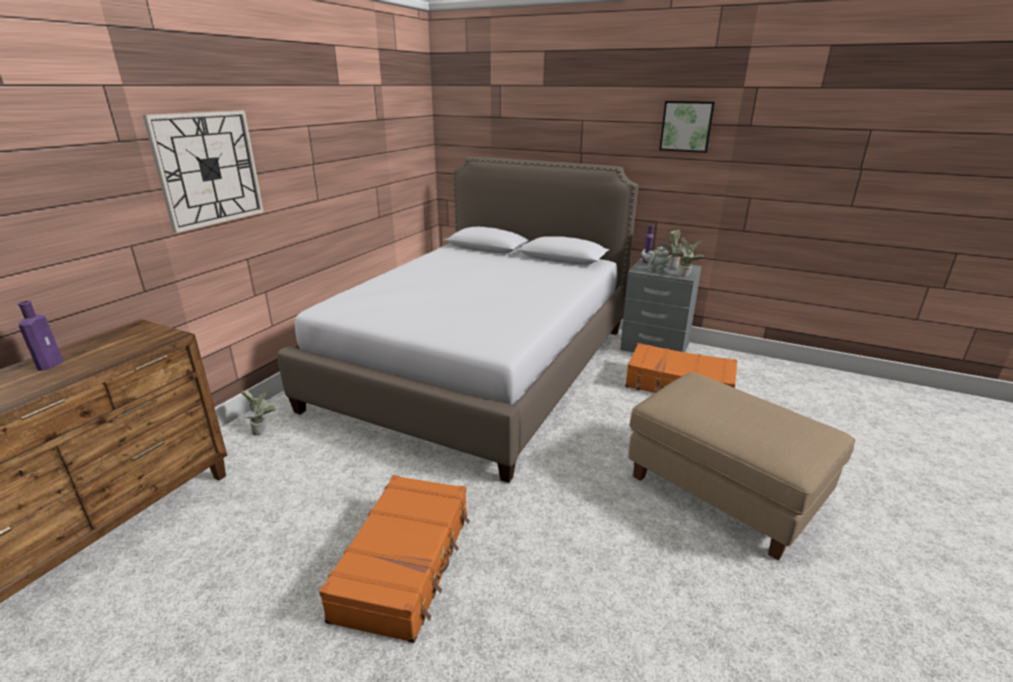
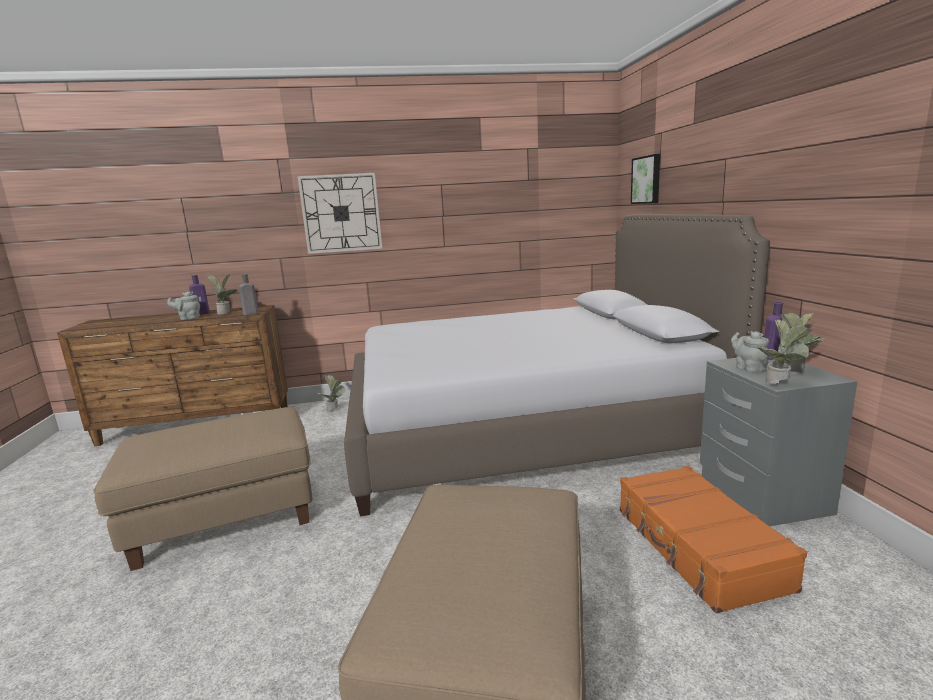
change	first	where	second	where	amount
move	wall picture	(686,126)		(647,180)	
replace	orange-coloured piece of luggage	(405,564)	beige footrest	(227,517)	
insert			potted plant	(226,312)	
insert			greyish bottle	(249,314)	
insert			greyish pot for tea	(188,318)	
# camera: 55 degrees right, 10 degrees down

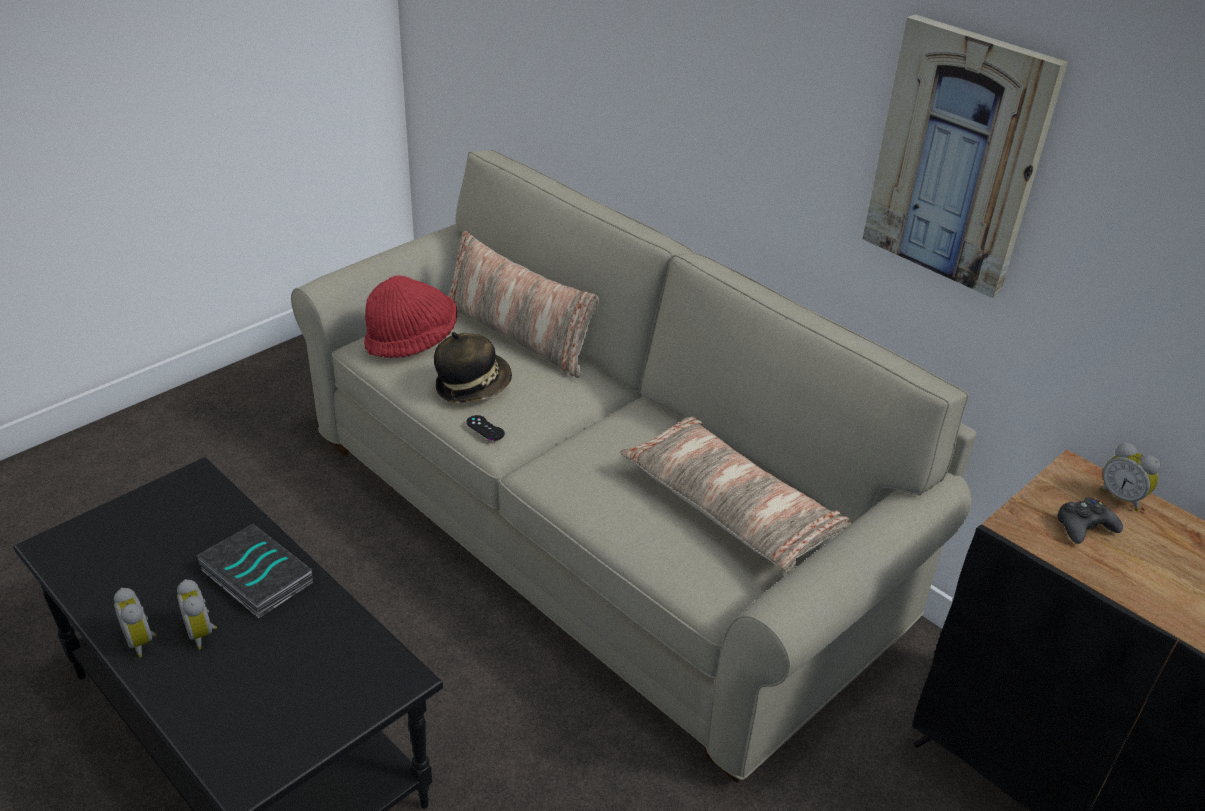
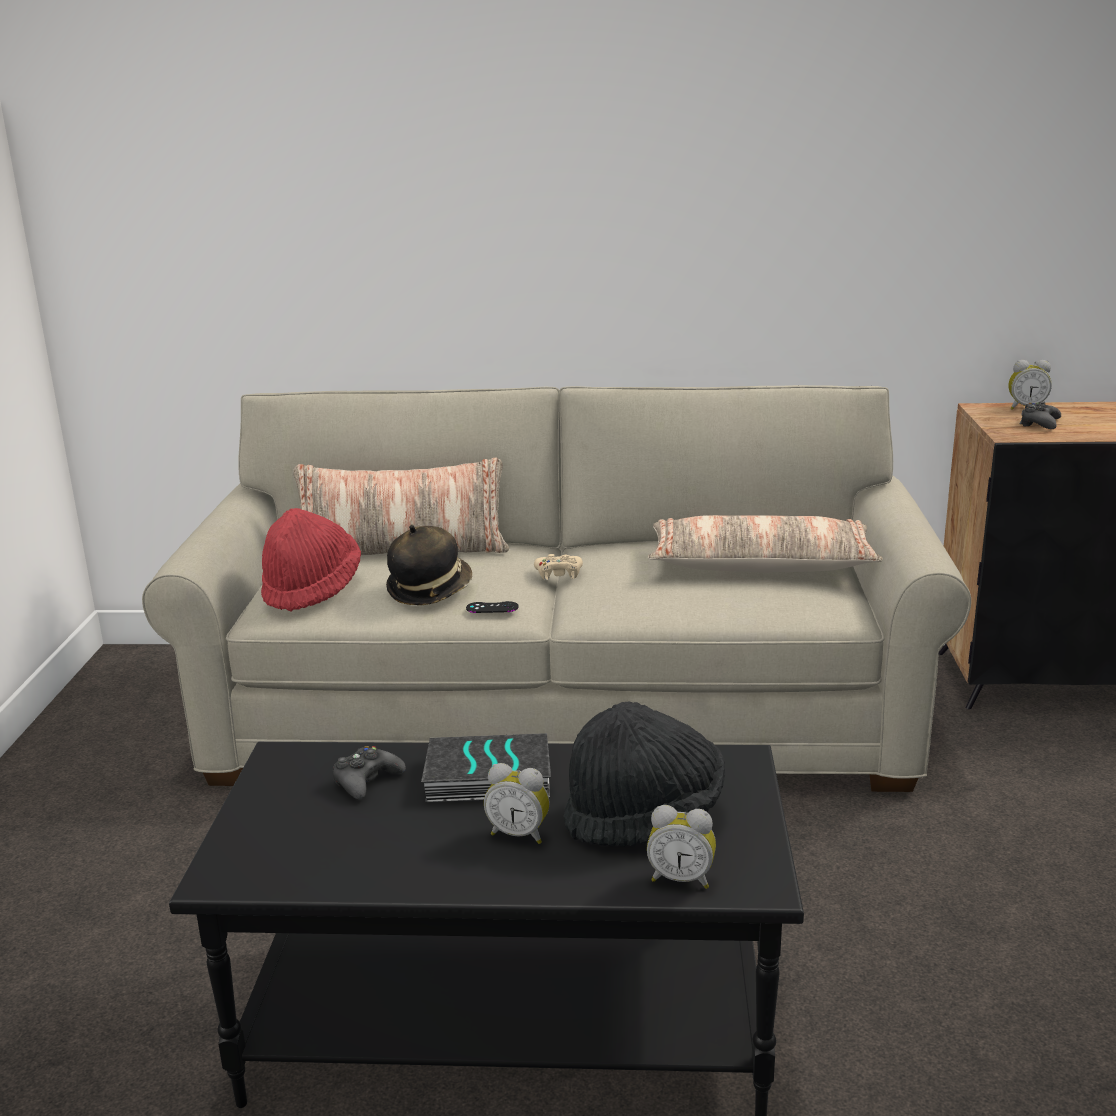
change	first	where	second	where	amount
delete	wall picture	(958,157)			
move	bedside clock	(142,641)		(681,878)	
insert			beige gamepad	(559,574)	
insert			black-coloured wearable hat	(644,817)	
insert			black-coloured gamepad	(366,780)	
# camera: 40 degrees left, 15 degrees down

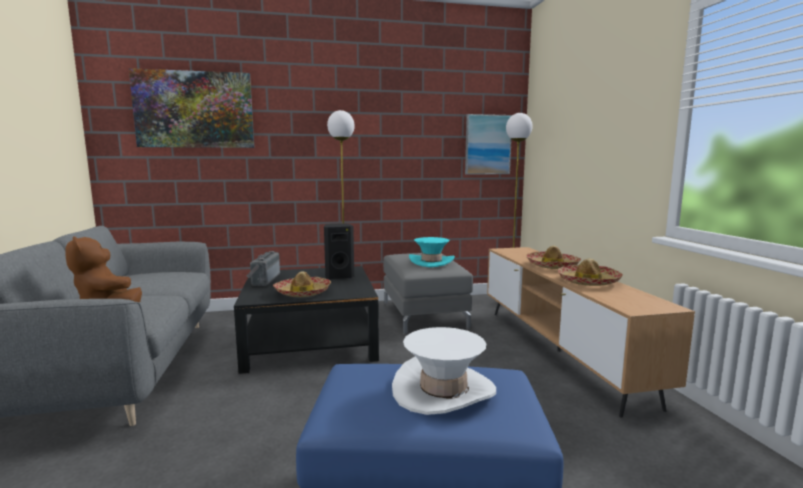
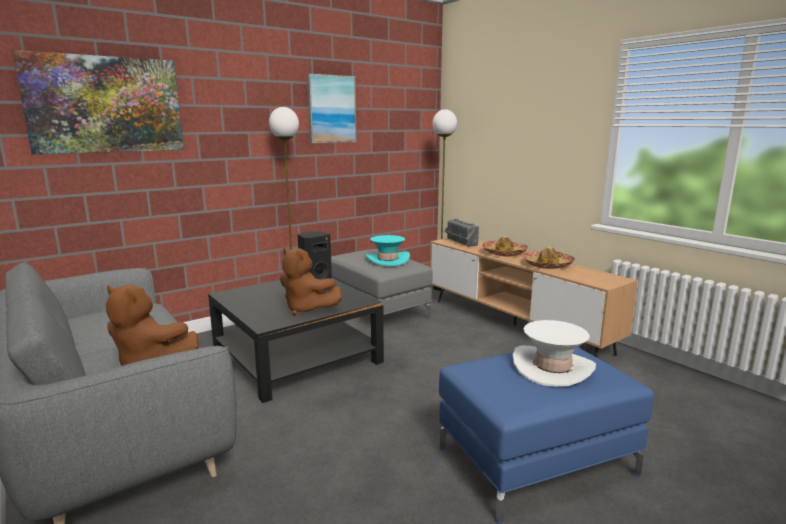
change	first	where	second	where	amount
move	wall picture	(487,144)		(331,109)	
move	radio set	(263,279)		(460,242)	
replace	wearable hat	(303,293)	brown-coloured plush toy	(307,309)	
# camera: 25 degrees left, 5 degrees up

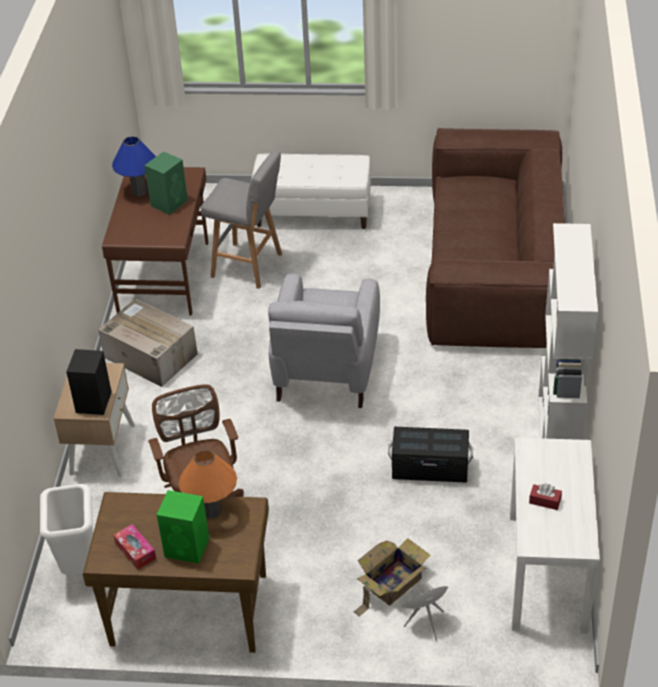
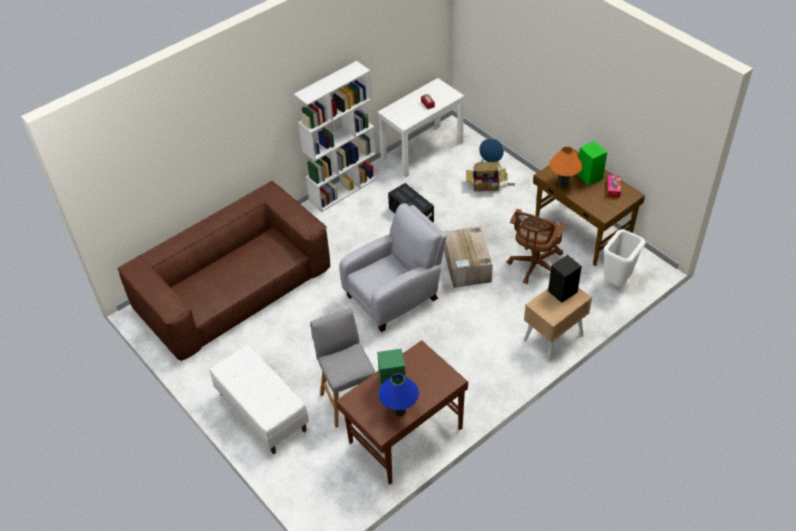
change	first	where	second	where	amount
move	cardboard box	(149,355)		(467,266)	
# camera: 135 degrees left, 5 degrees up

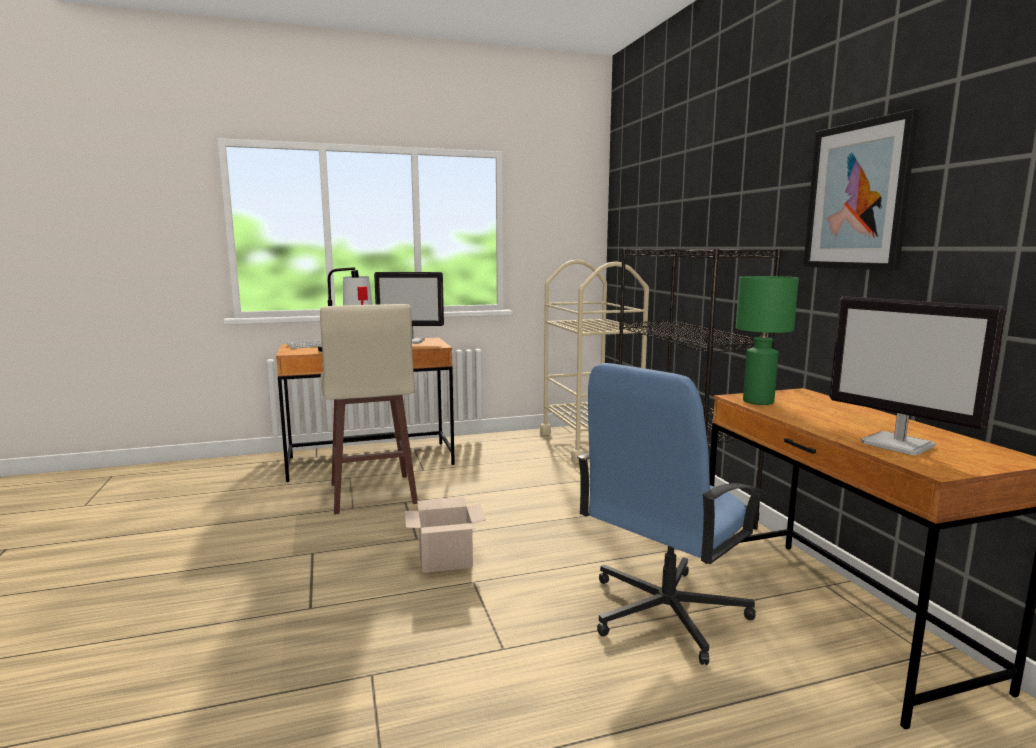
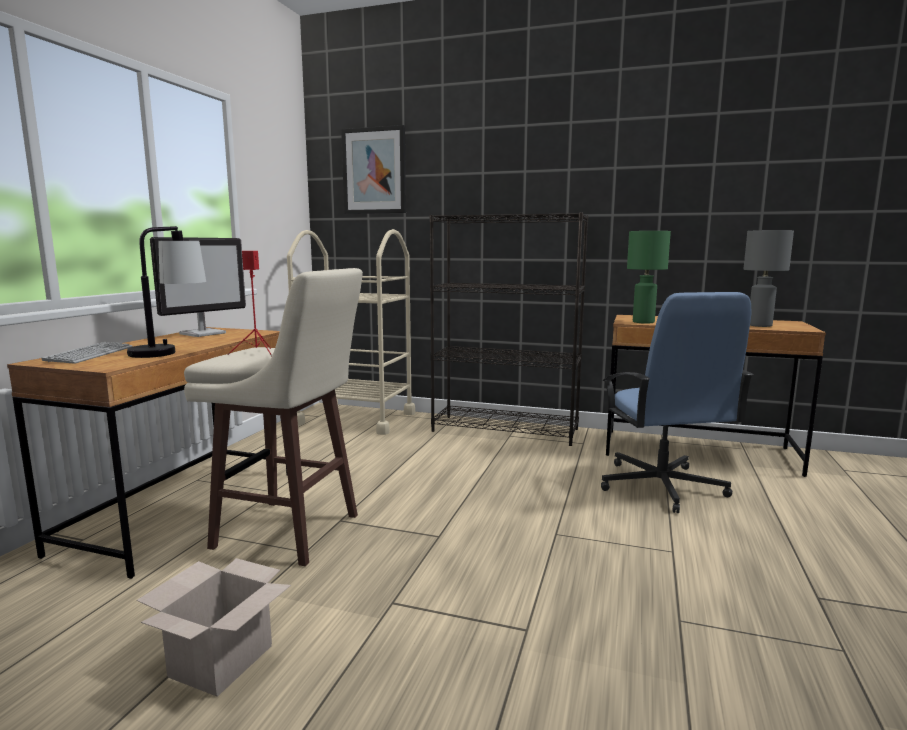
change	first	where	second	where	amount
move	wall picture	(857,196)		(374,171)	
replace	computer screen	(899,445)	greyish lamp for a table	(760,325)	
move	cardboard box	(447,559)		(222,659)	
# camera: 55 degrees left, 0 degrees up

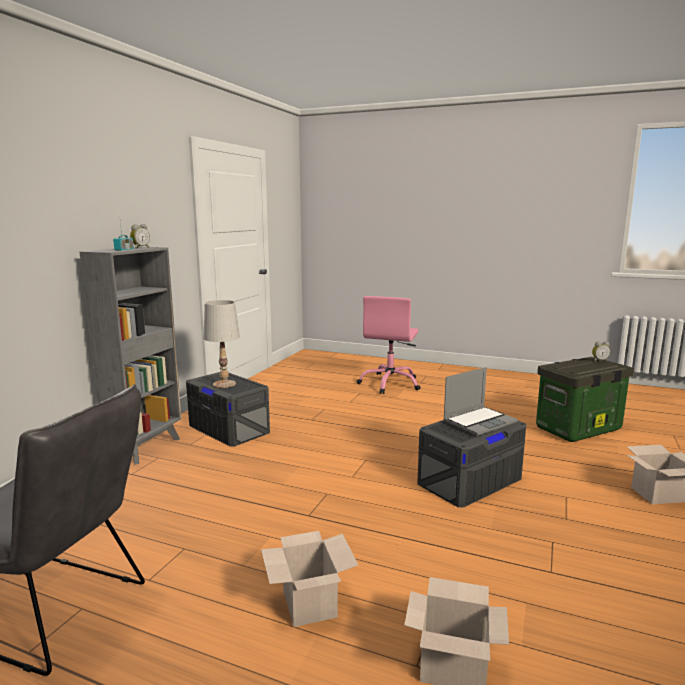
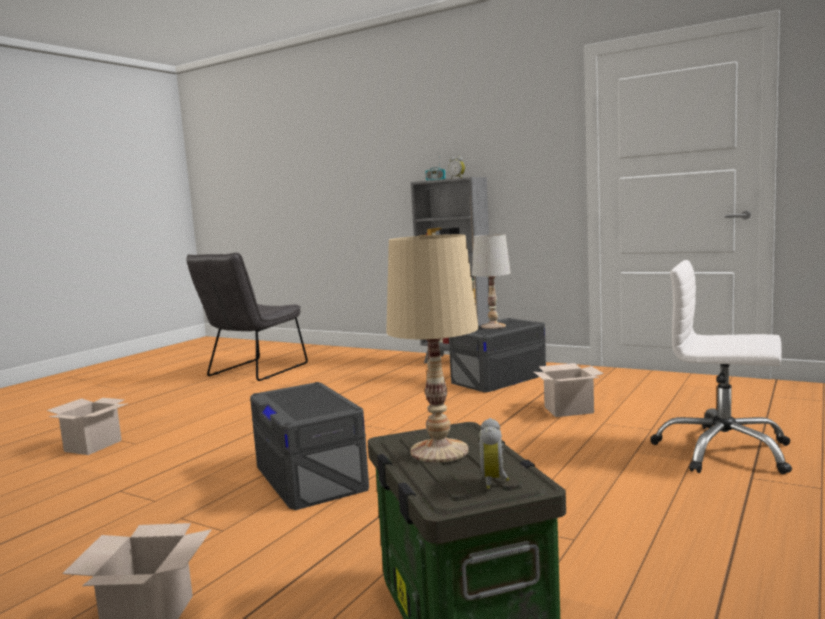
change	first	where	second	where	amount
recolor	pink desk chair	(390,384)	whitish desk chair	(723,451)	
delete	laptop	(479,422)			
move	cardboard box	(308,602)		(569,410)	
insert			beige lamp for a table	(439,451)	
# camera: 100 degrees right, 5 degrees down

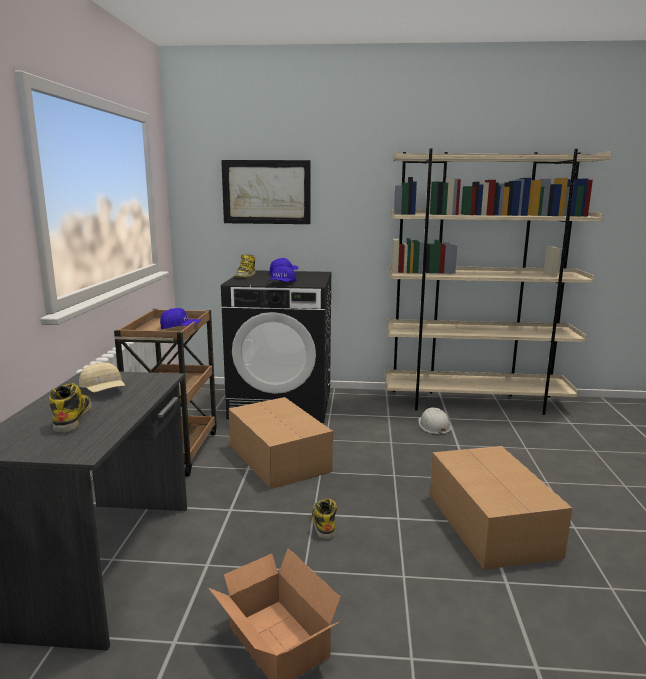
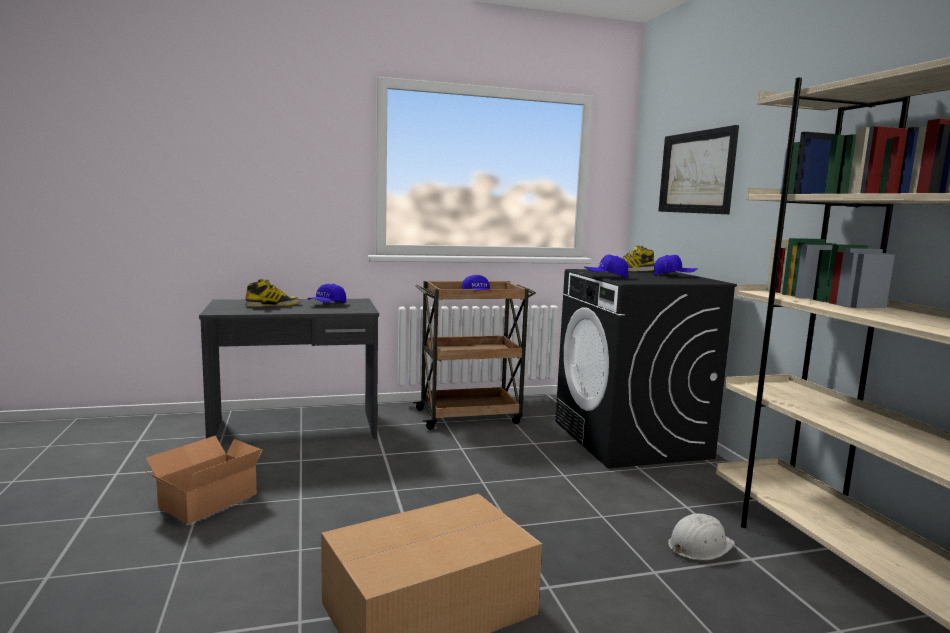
change	first	where	second	where	amount
recolor	beige baseball cap	(103,390)	blue-coloured baseball cap	(327,304)	
delete	cardboard box	(278,457)			
delete	boot	(323,522)			
# camera: 70 degrees right, 5 degrees down

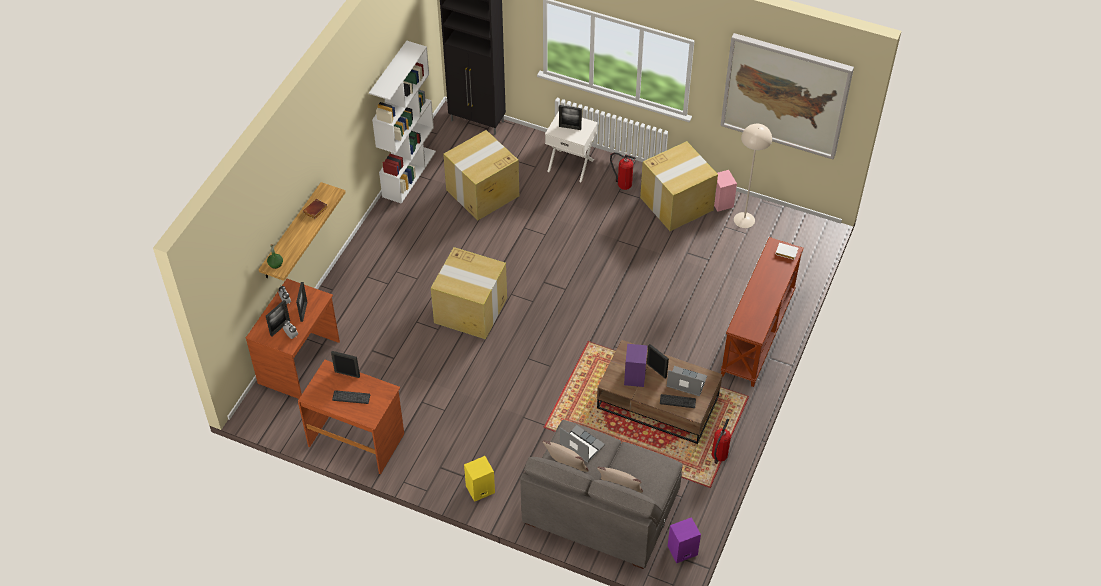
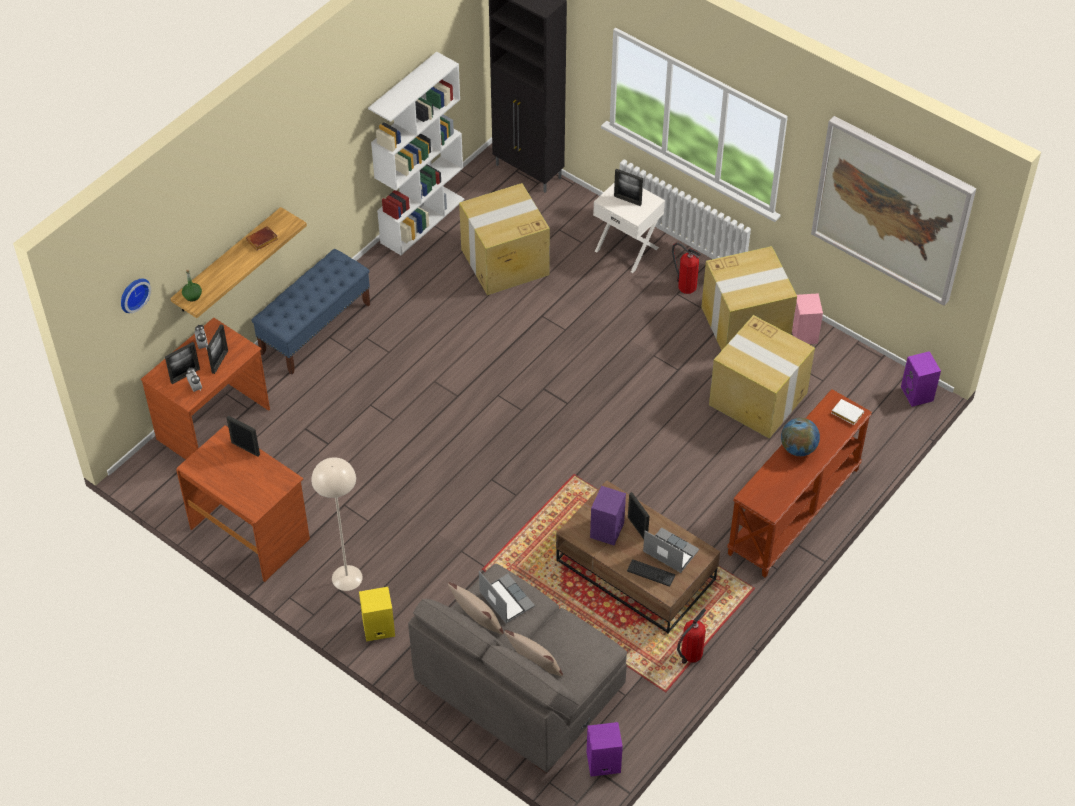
change	first	where	second	where	amount
move	beige standing lamp	(744,220)		(347,578)	
move	cardboard box	(471,310)		(759,399)	
delete	keyboard	(351,397)			
insert			blue-coloured bench	(315,328)	
insert			hanging clock	(133,294)	
insert			purple audio speaker	(918,394)	
insert			globe	(798,448)	
# camera: 15 degrees right, 0 degrees up

